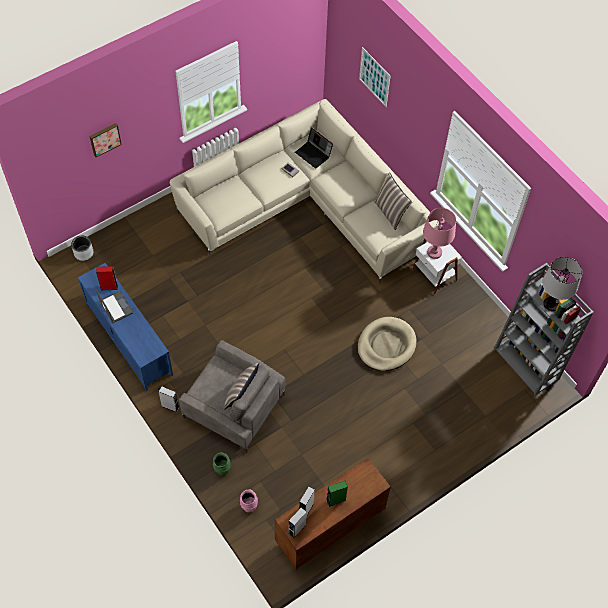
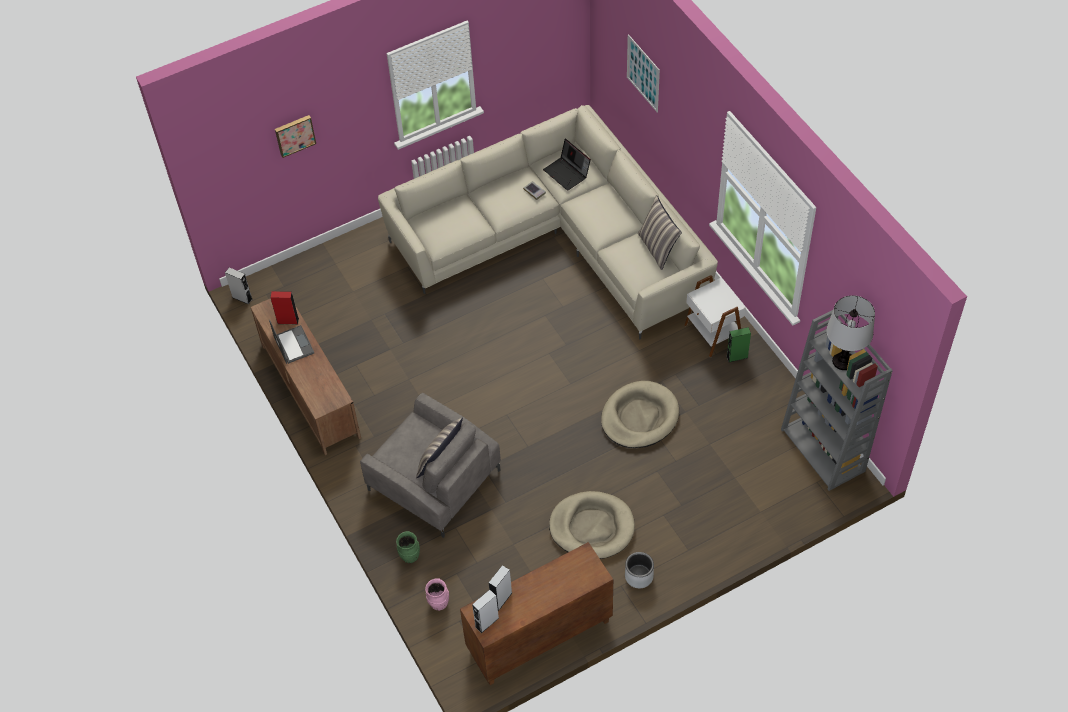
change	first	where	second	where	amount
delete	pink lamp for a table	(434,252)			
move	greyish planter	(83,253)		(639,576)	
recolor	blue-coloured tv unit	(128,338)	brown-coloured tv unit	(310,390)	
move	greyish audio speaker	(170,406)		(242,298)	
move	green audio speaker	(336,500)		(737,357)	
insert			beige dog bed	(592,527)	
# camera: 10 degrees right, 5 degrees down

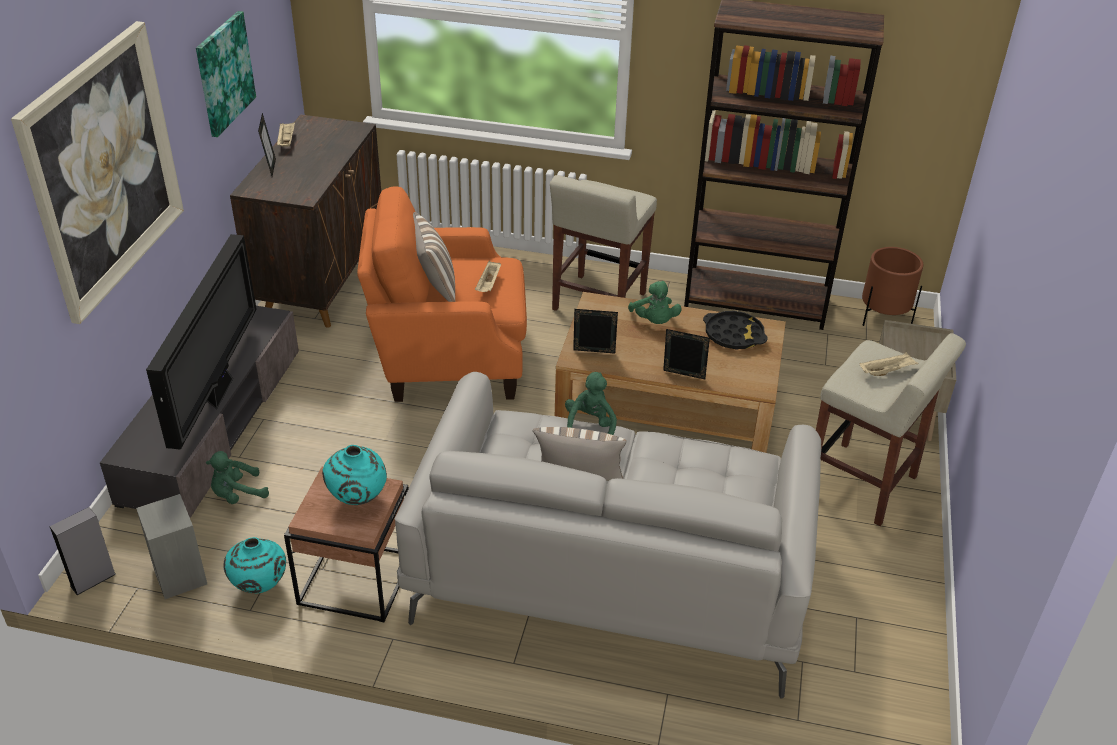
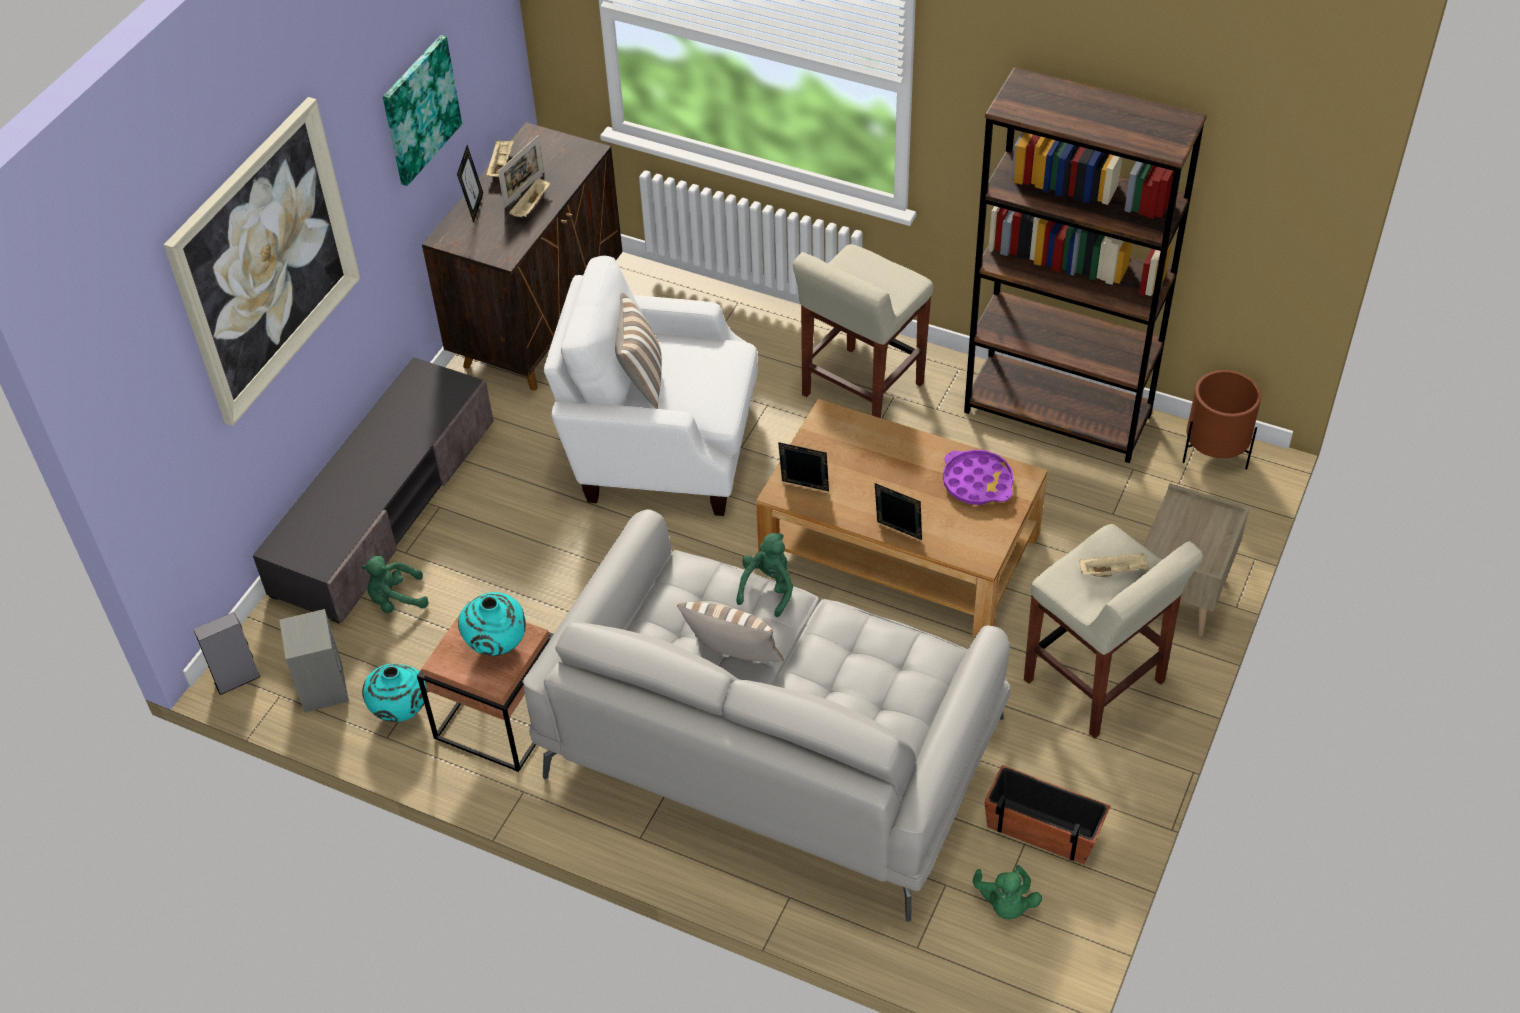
change	first	where	second	where	amount
recolor	orange-coloured easy chair	(449,357)	whitish easy chair	(663,449)	
delete	television	(219,390)			
move	beige serving tray	(489,284)		(531,207)	
move	green plush toy	(654,321)		(1005,903)	
recolor	black-coloured serving tray	(734,335)	purple serving tray	(977,482)	
insert			standing frame	(524,189)	
insert			planter	(1042,829)	
# camera: 15 degrees right, 10 degrees up

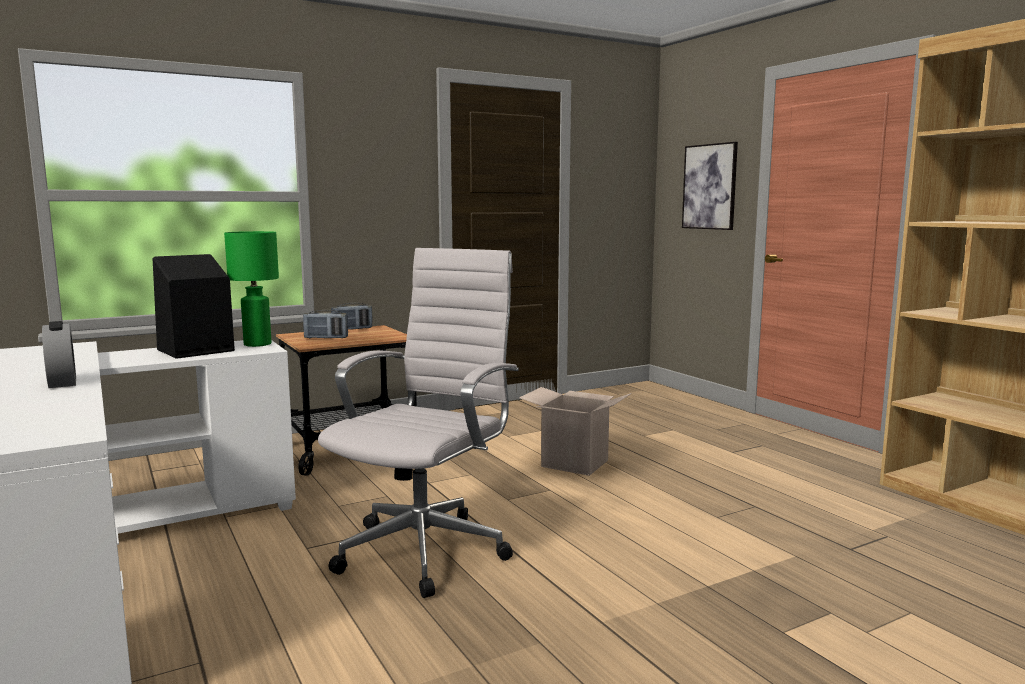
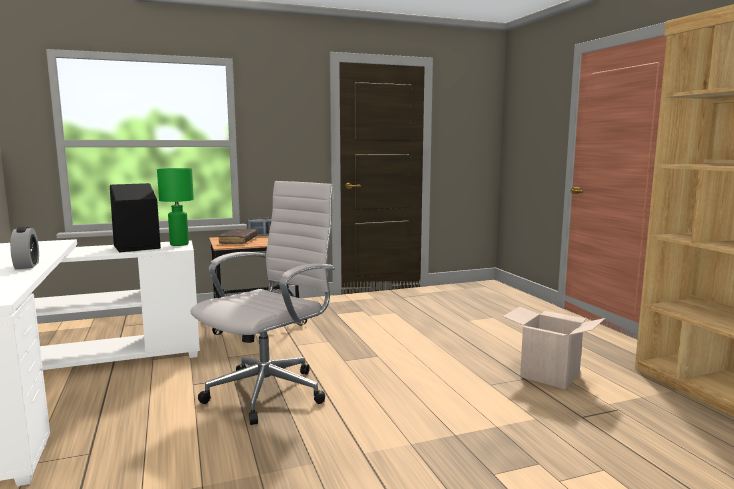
change	first	where	second	where	amount
delete	wall picture	(709,187)			
replace	radio set	(326,338)	brown-coloured book	(238,241)	
move	cardboard box	(574,463)		(549,375)	
# camera: 10 degrees right, 0 degrees up

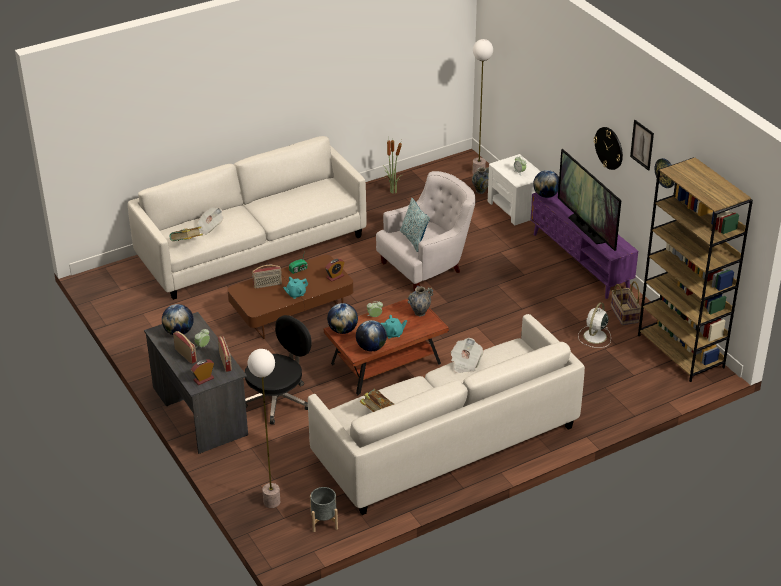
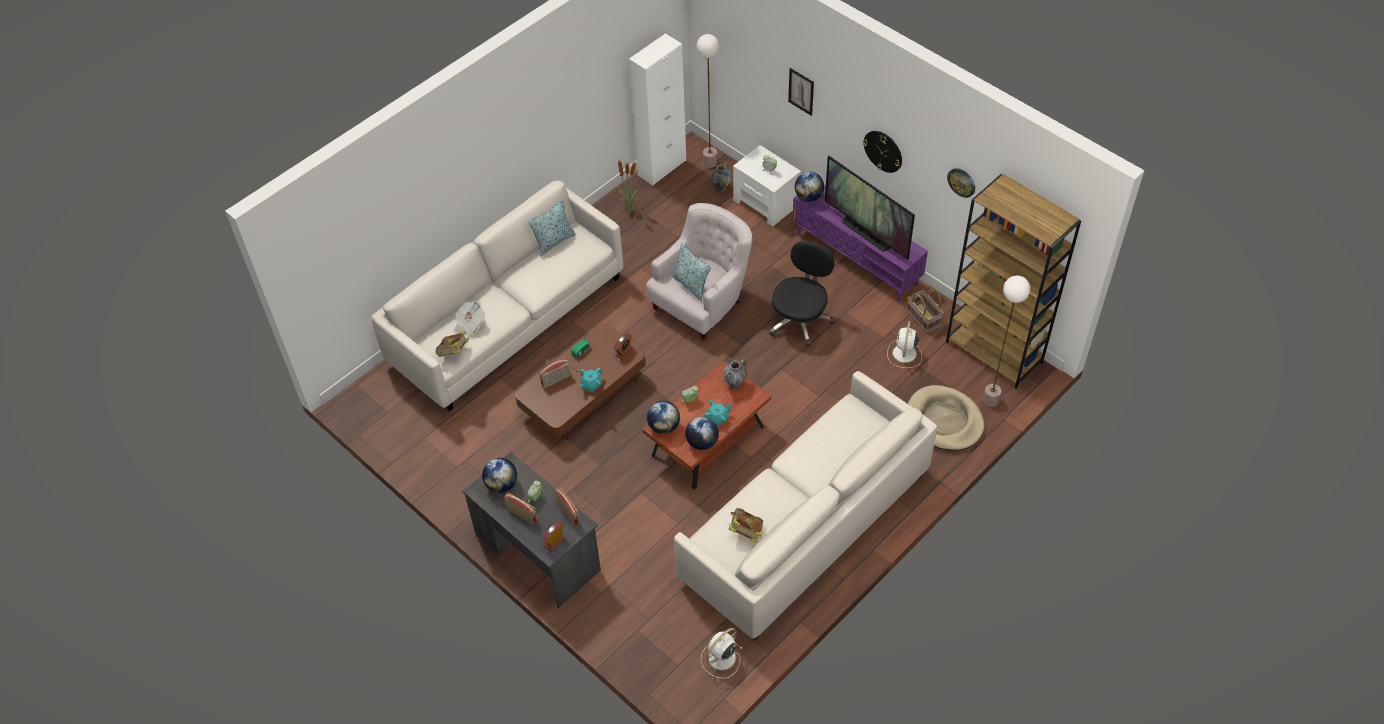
change	first	where	second	where	amount
move	wall picture	(642,145)		(801,91)	
move	black-coloured desk chair	(278,400)		(800,319)	
delete	printed paper	(465,363)			
move	standing lamp	(271,502)		(990,400)	
replace	greyish planter	(324,521)	whitish electric fan	(721,658)	
insert			whitish storage cabinet	(662,167)	
insert			cushion	(554,242)	
insert			beige dog bed	(944,421)	
# camera: 15 degrees left, 15 degrees up

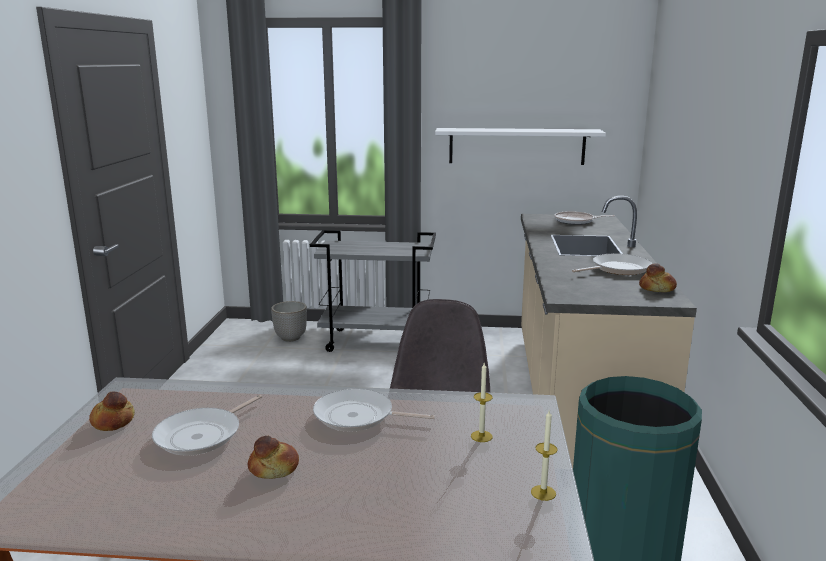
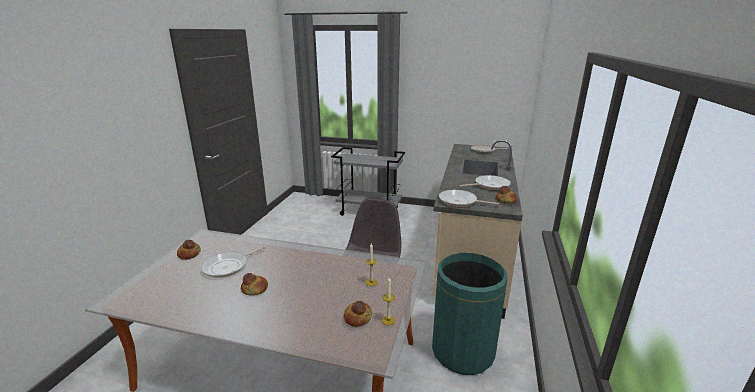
change	first	where	second	where	amount
delete	whitish bracket shelf	(516,146)			
delete	planter	(290,338)			
move	frying pan	(358,416)		(460,201)	
insert			baked bread	(358,318)	
# camera: 10 degrees right, 5 degrees up

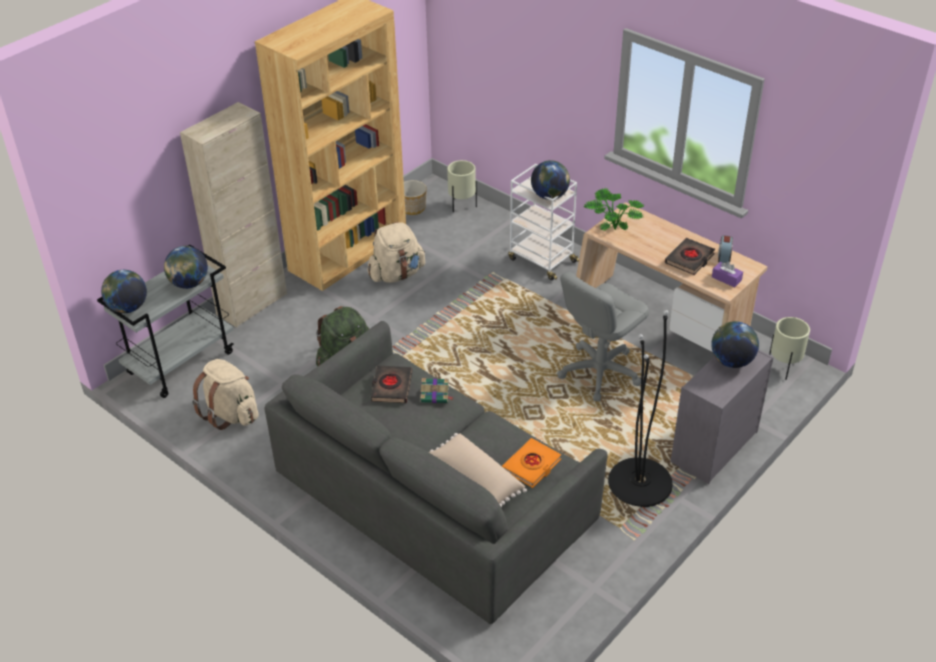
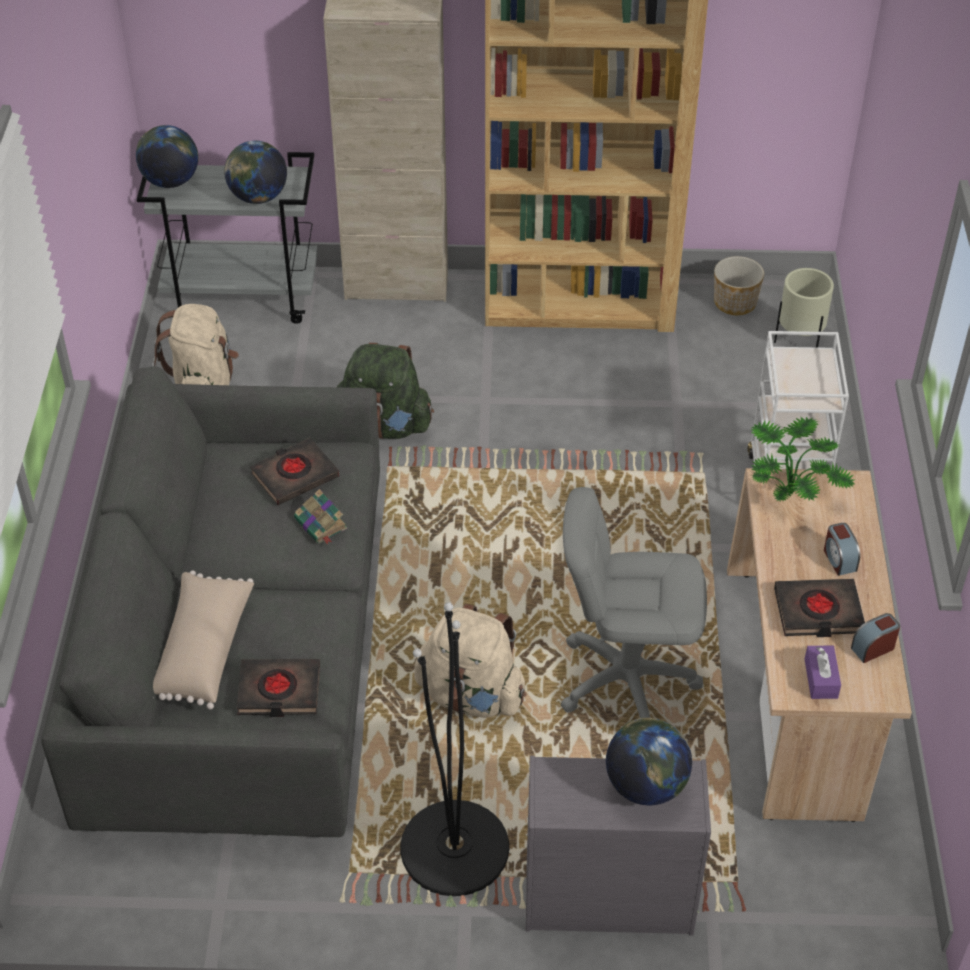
change	first	where	second	where	amount
delete	globe	(549,196)			
move	beige backpack	(396,274)		(471,695)	
delete	beige planter	(783,367)			
recolor	orange-coloured book	(532,465)	black-coloured book	(279,691)	
insert			bedside clock	(839,559)	
# camera: 50 degrees right, 5 degrees up

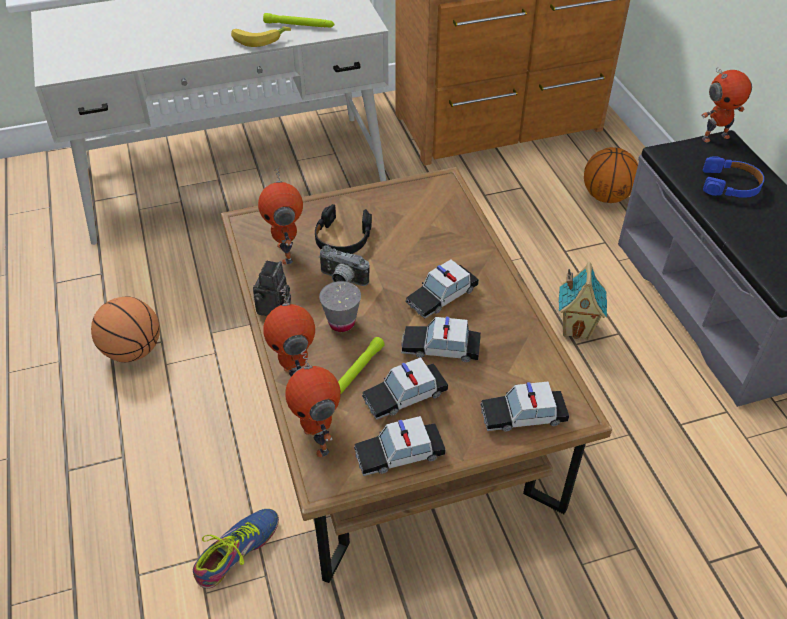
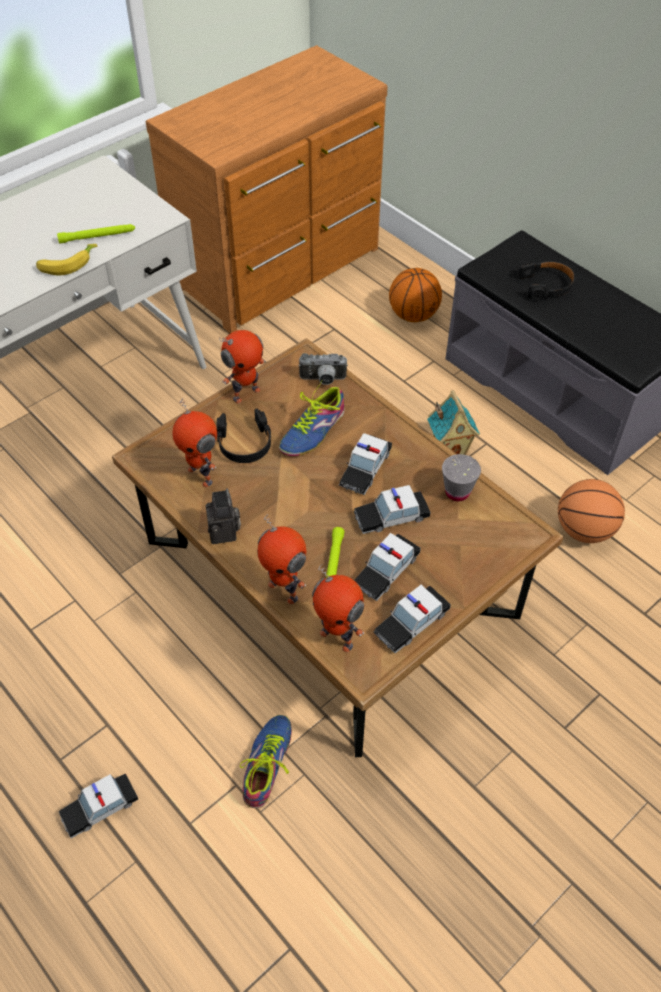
change	first	where	second	where	amount
move	model robot	(715,136)		(245,393)	
recolor	blue-coloured pair of headphones	(730,185)	black-coloured pair of headphones	(546,285)	
move	photo camera	(342,280)		(323,380)	
move	greyish cup	(341,323)		(457,492)	
move	basketball	(133,351)		(584,530)	
move	model car	(523,415)		(99,808)	
insert			low shoe	(313,431)	
# camera: 25 degrees left, 5 degrees up

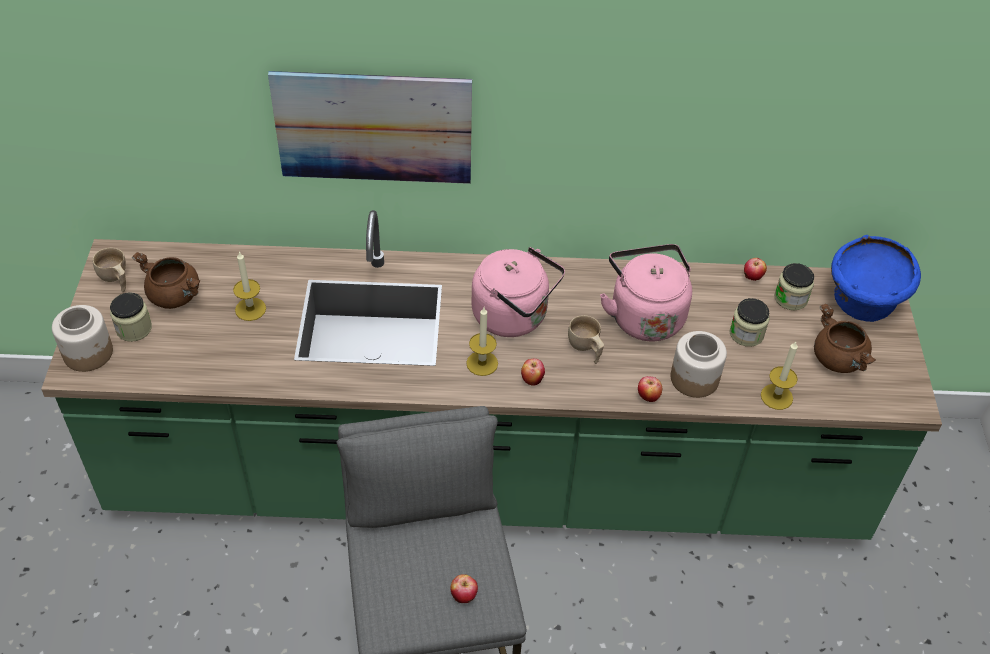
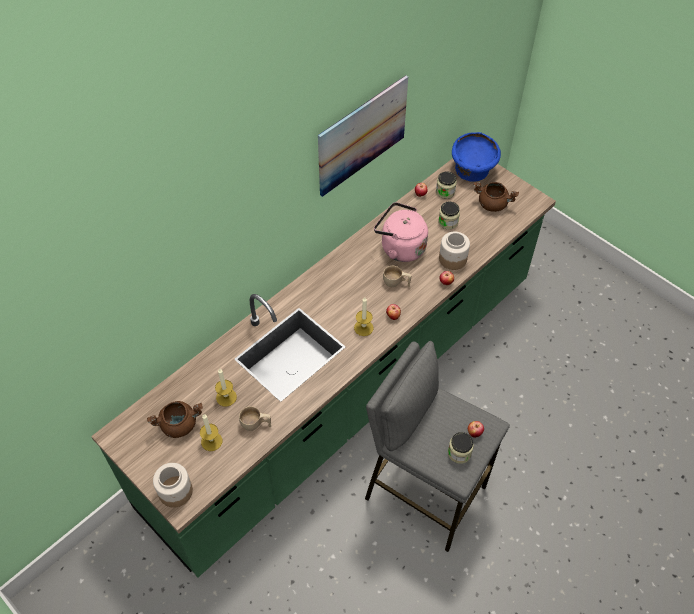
change	first	where	second	where	amount
move	wall picture	(373,127)		(362,135)	
delete	pink tea kettle	(514,316)			
move	beige cup	(115,279)		(256,424)	
move	storage jar	(134,329)		(459,453)	
move	candle	(776,396)		(211,441)	
# camera: 45 degrees left, 5 degrees up

